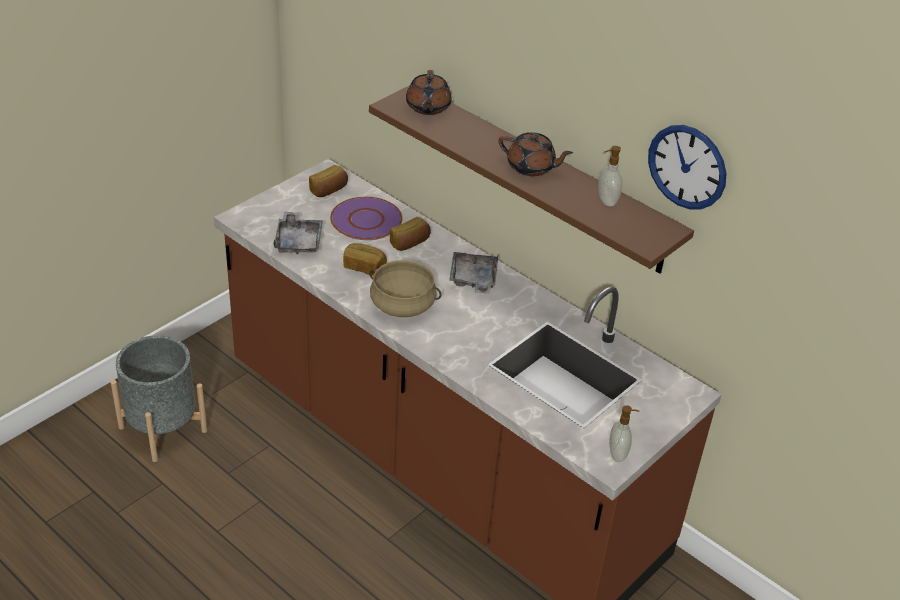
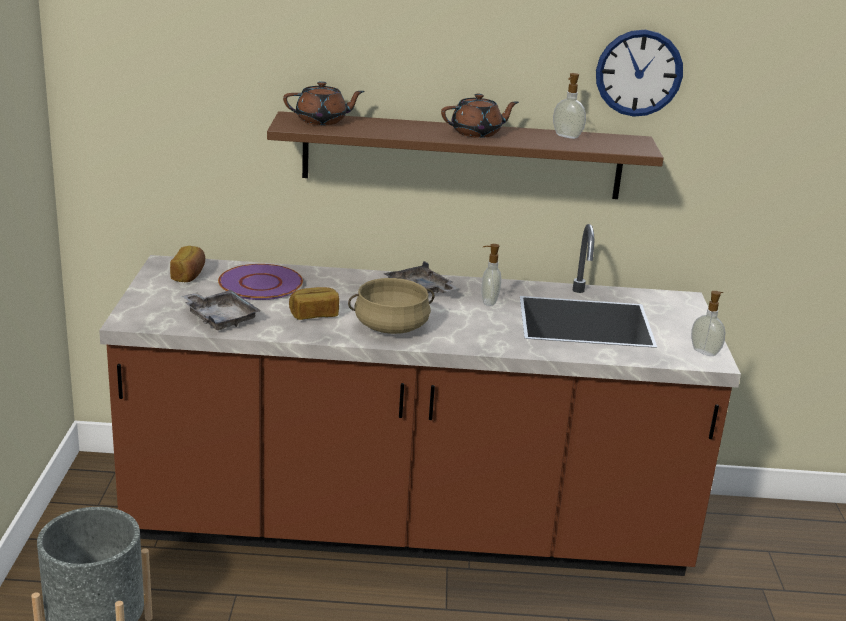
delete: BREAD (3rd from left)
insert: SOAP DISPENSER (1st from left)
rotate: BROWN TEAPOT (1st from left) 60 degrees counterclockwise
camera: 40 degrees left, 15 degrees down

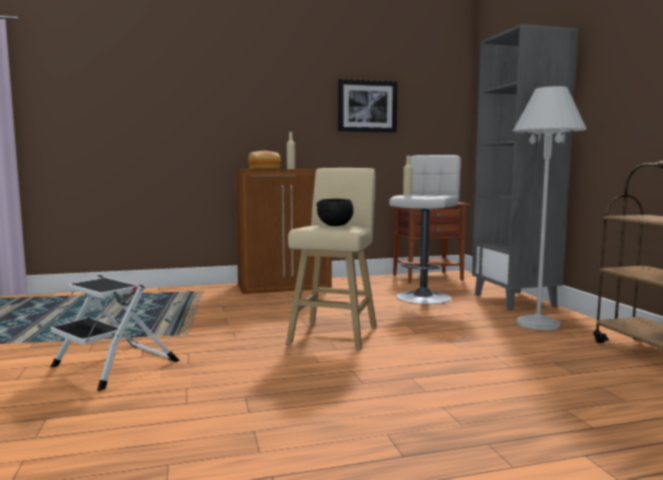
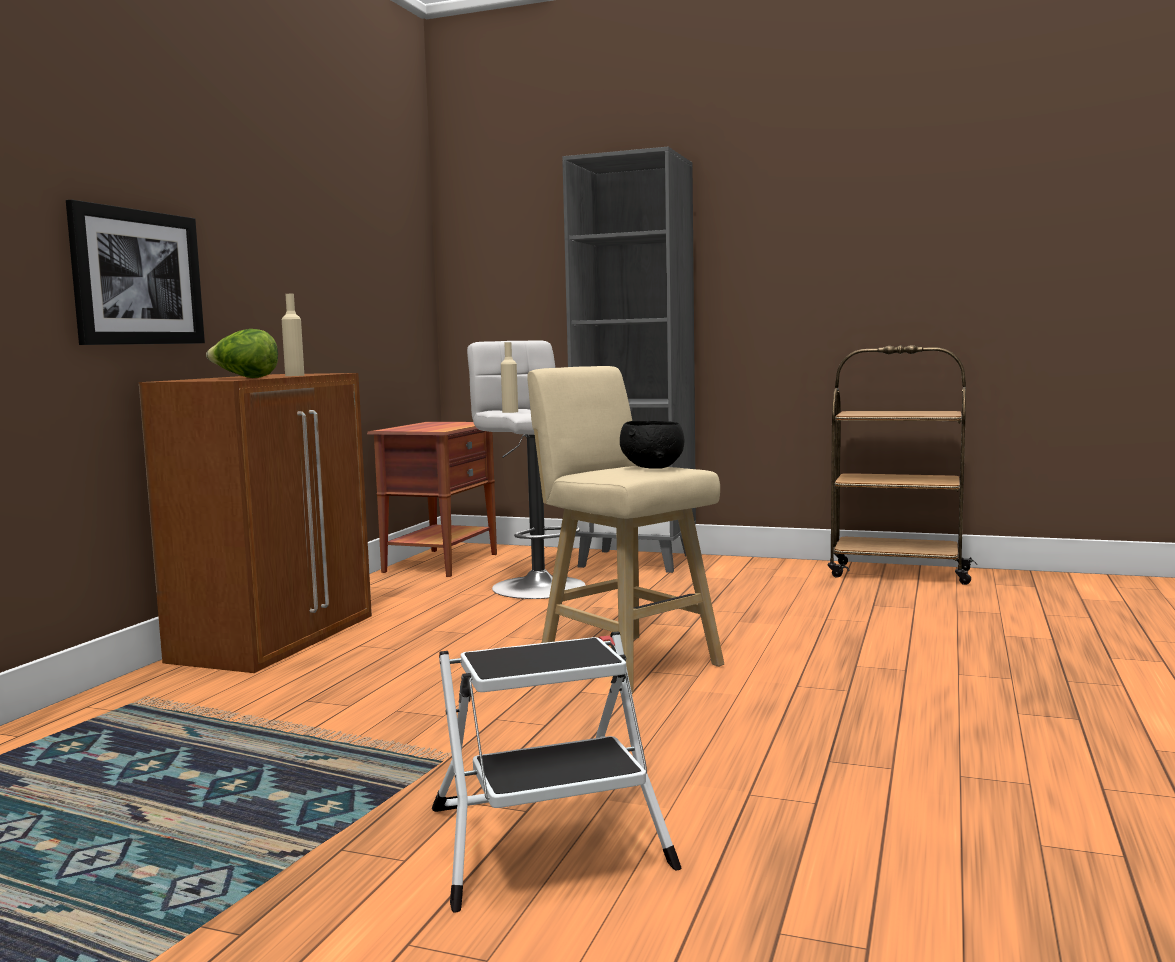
delete: WHITE FLOOR LAMP
move: PICTURE
replace: BREAD to LETTUCE
camera: 55 degrees left, 0 degrees up

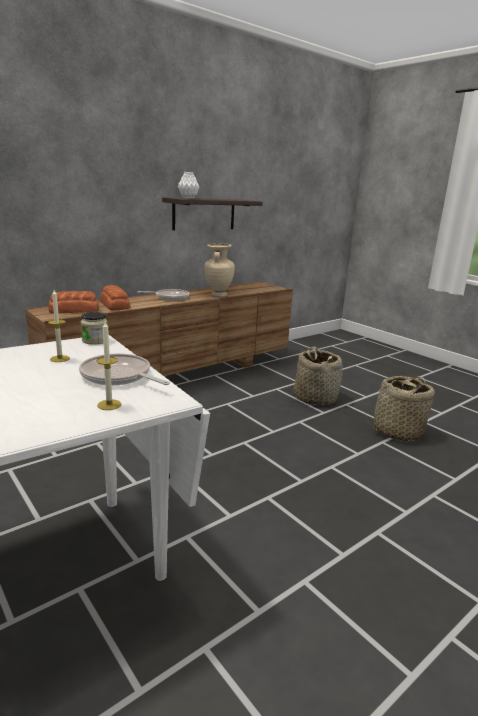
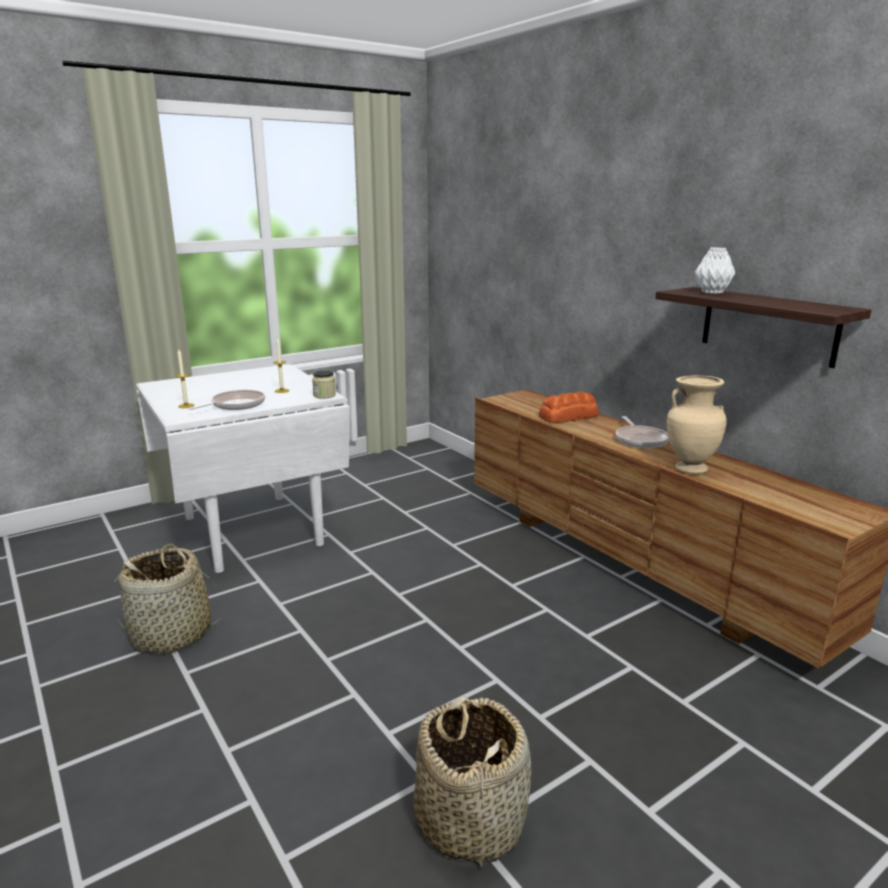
delete: BREAD (1st from left)
move: BASKET (1st from left)
camera: 95 degrees right, 0 degrees up

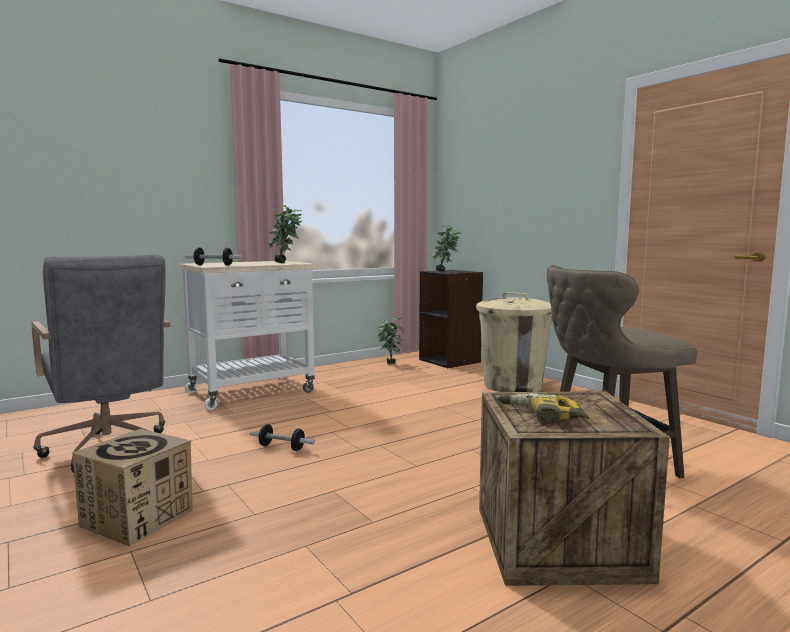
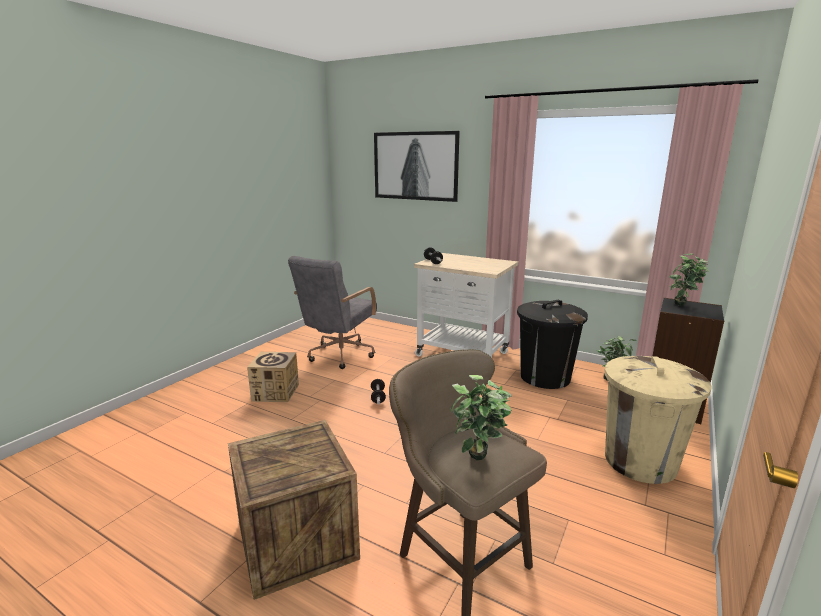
delete: POWER DRILL
insert: PICTURE; BLACK TRASH CAN
move: POTTED PLANT (1st from left)
camera: 65 degrees right, 10 degrees up

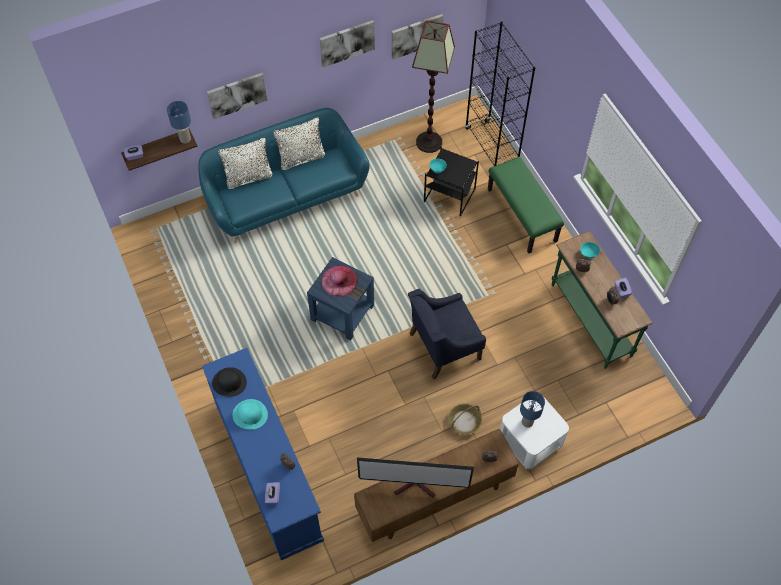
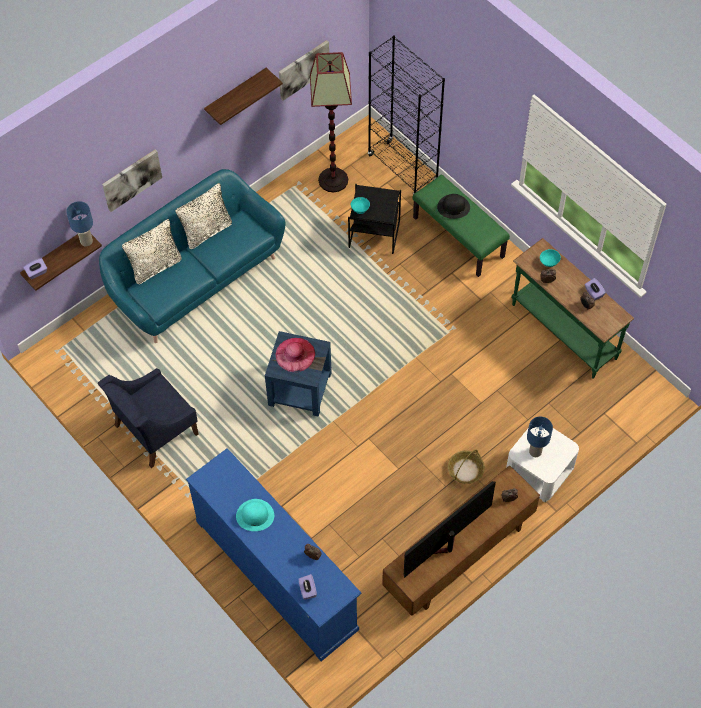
move: BLUE ARMCHAIR; BLACK HAT
replace: PICTURE (2nd from left) to SHELF (2nd from left)
rotate: TELEVISION 150 degrees clockwise
camera: 15 degrees left, 0 degrees up

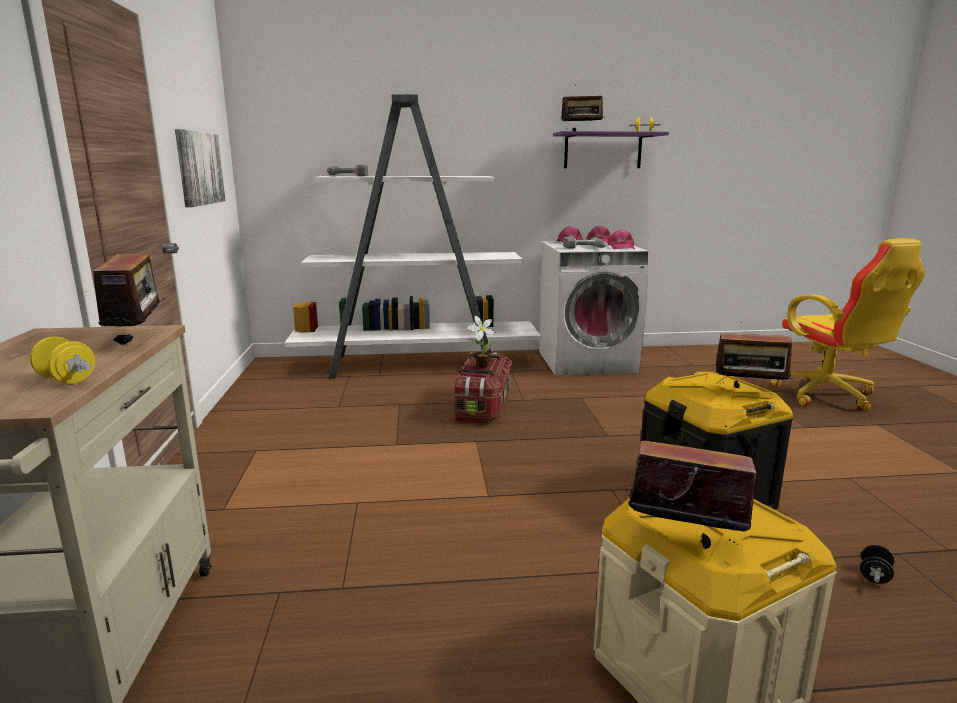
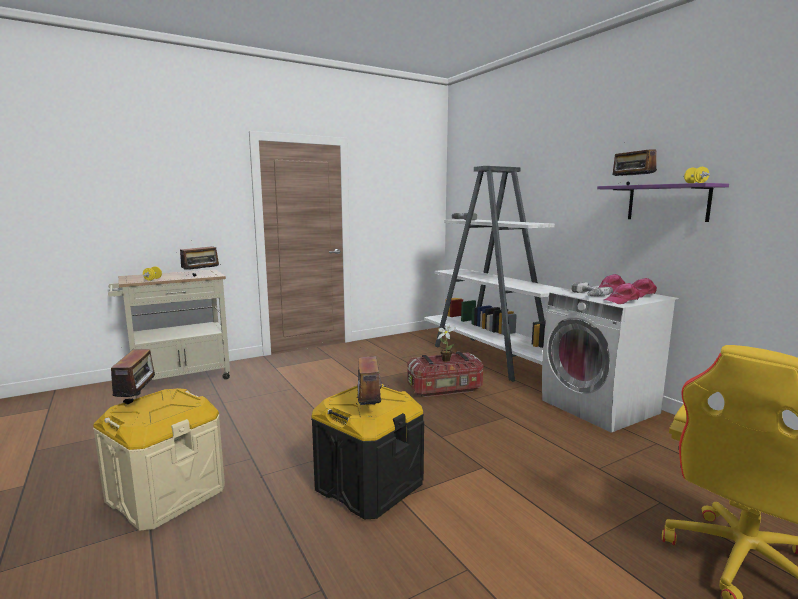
delete: PICTURE; BLACK DUMBBELL
camera: 65 degrees right, 5 degrees down

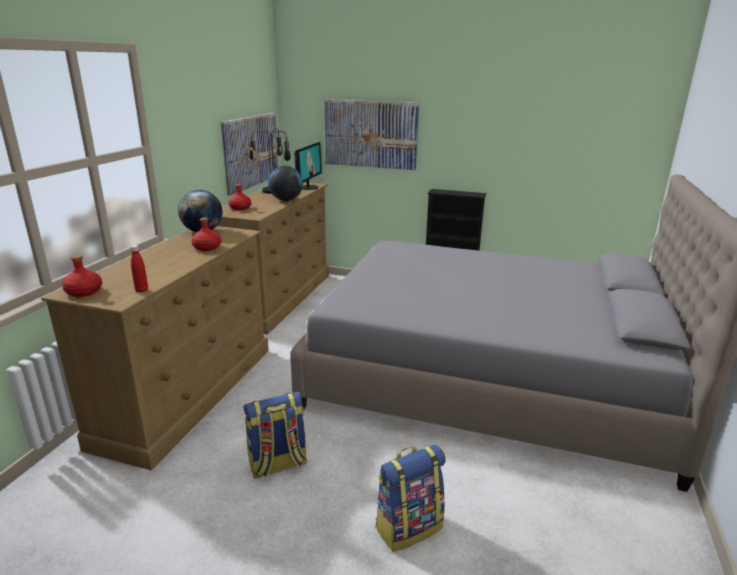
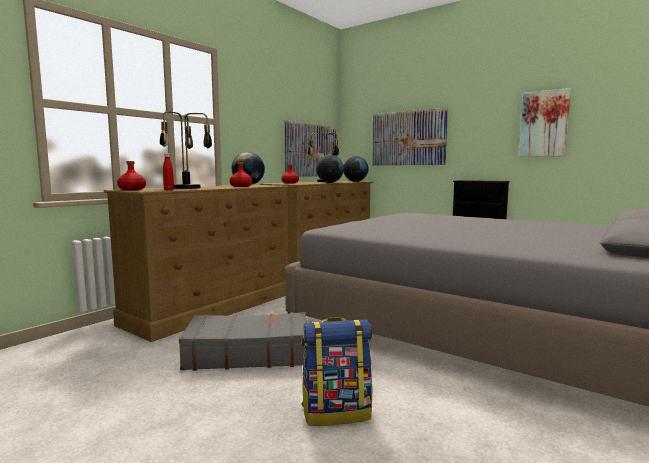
insert: TABLE LAMP (1st from left); PICTURE (3rd from left)
replace: BACKPACK (1st from left) to GREY SUITCASE; MONITOR to GLOBE (3rd from left)
camera: 20 degrees right, 15 degrees down

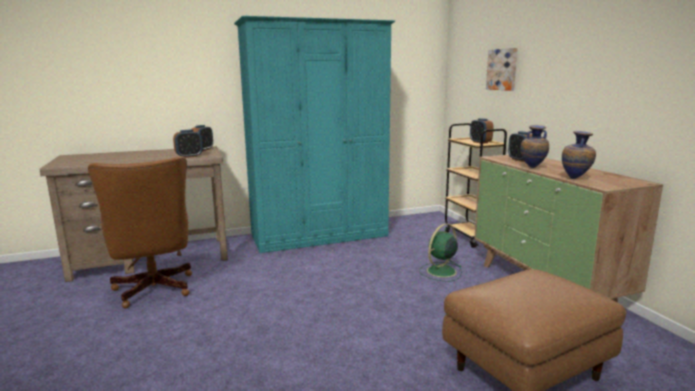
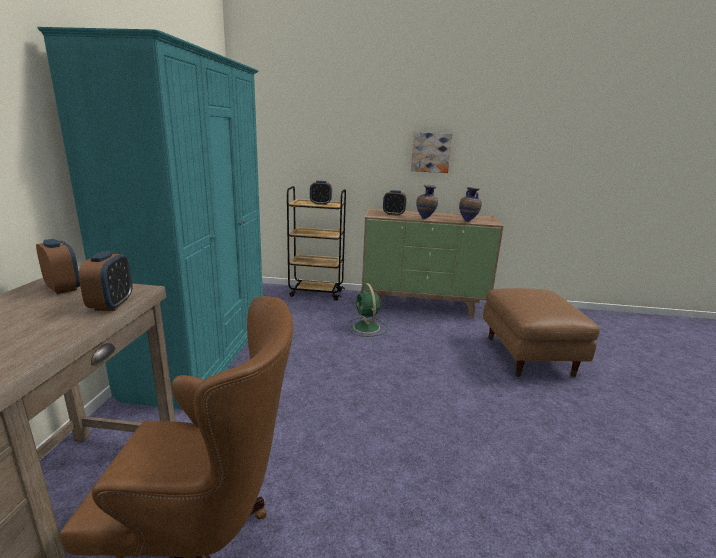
move: PICTURE
camera: 65 degrees left, 5 degrees up

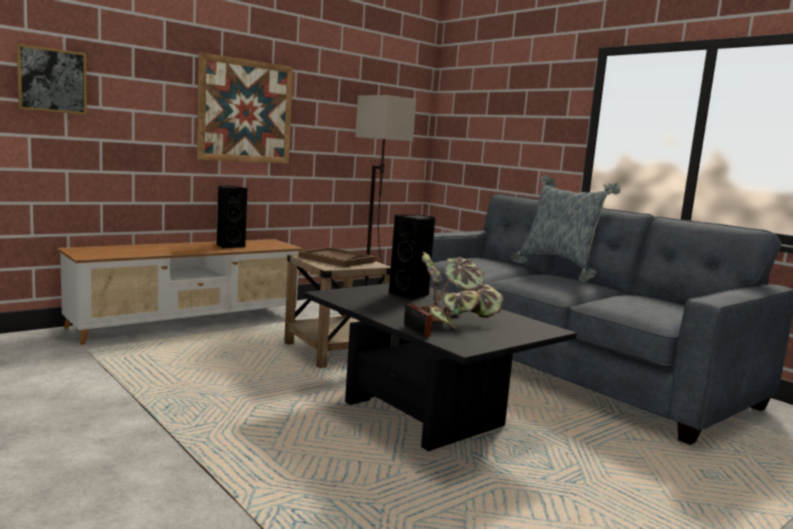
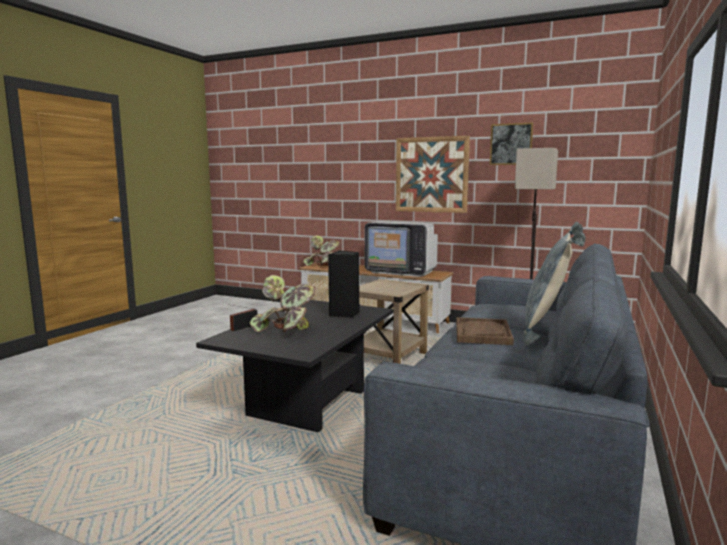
insert: POTTED PLANT (2nd from left)
move: BROWN TRAY; PICTURE (1st from left in the first image) to PICTURE (2nd from left)
replace: BLACK SPEAKER (1st from left) to TELEVISION
camera: 65 degrees right, 0 degrees up

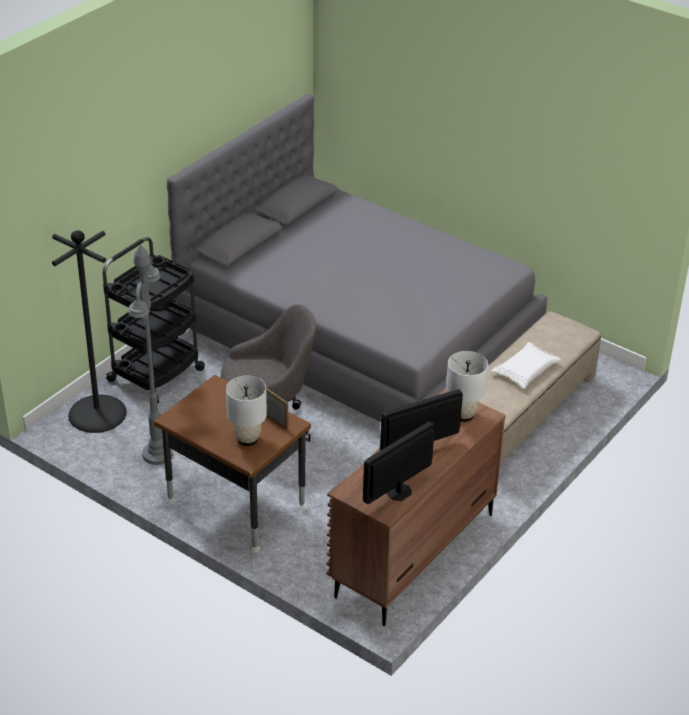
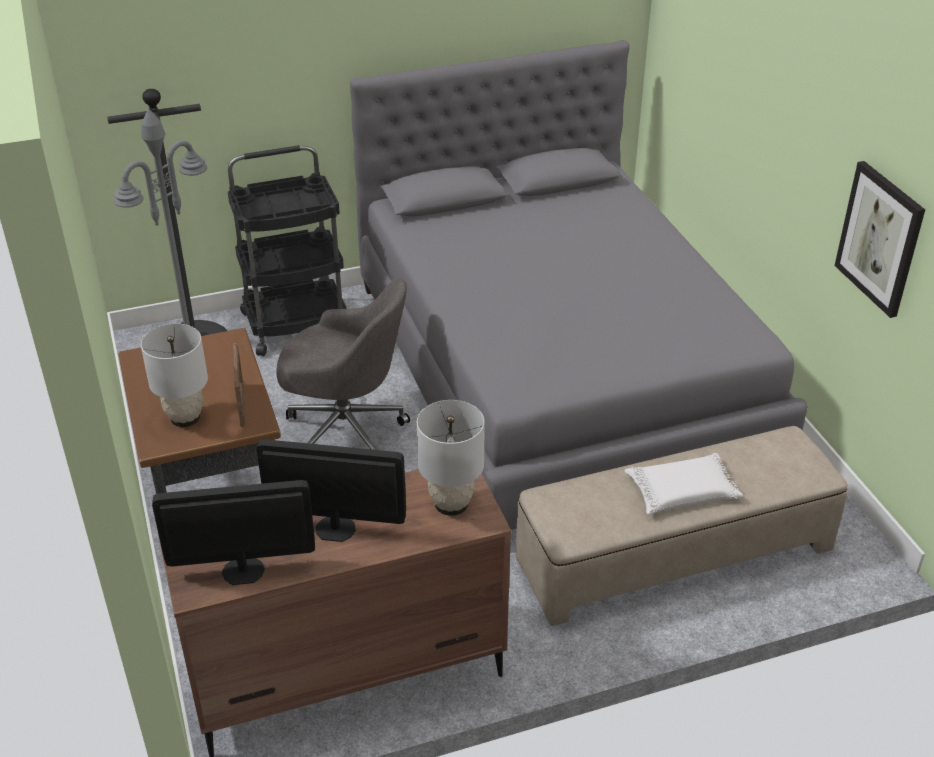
insert: PICTURE
camera: 35 degrees right, 0 degrees up

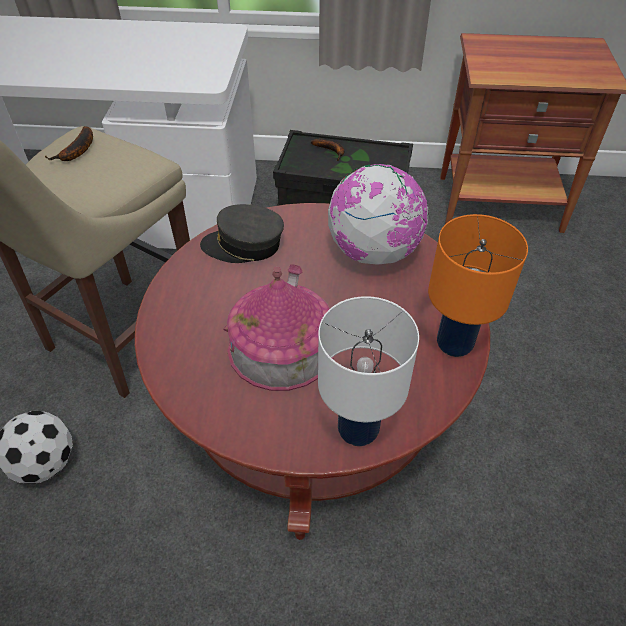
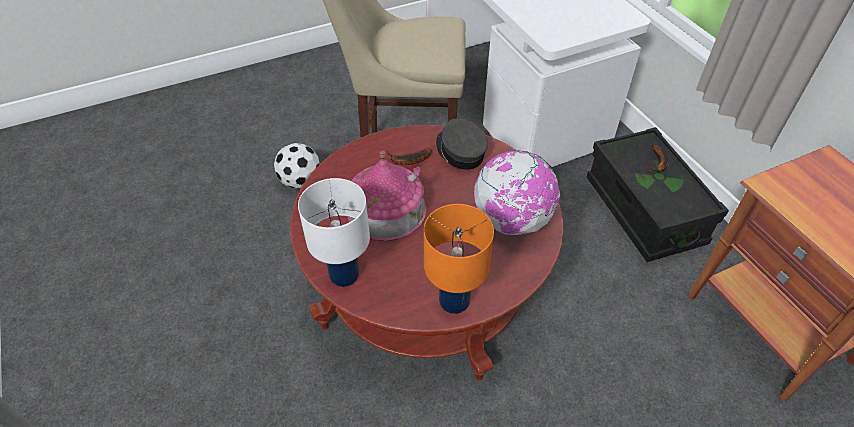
move: BANANA (1st from left)
camera: 60 degrees right, 0 degrees up

